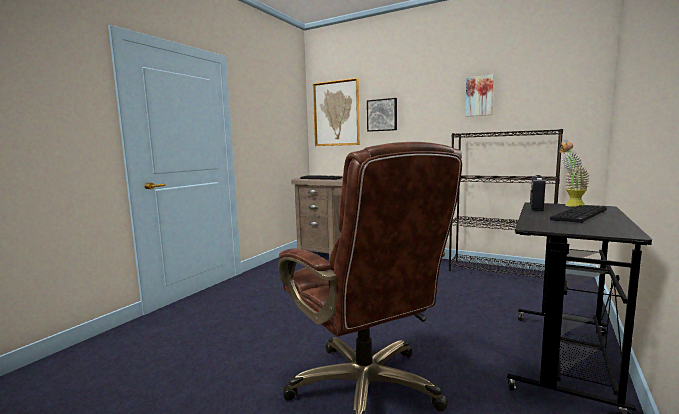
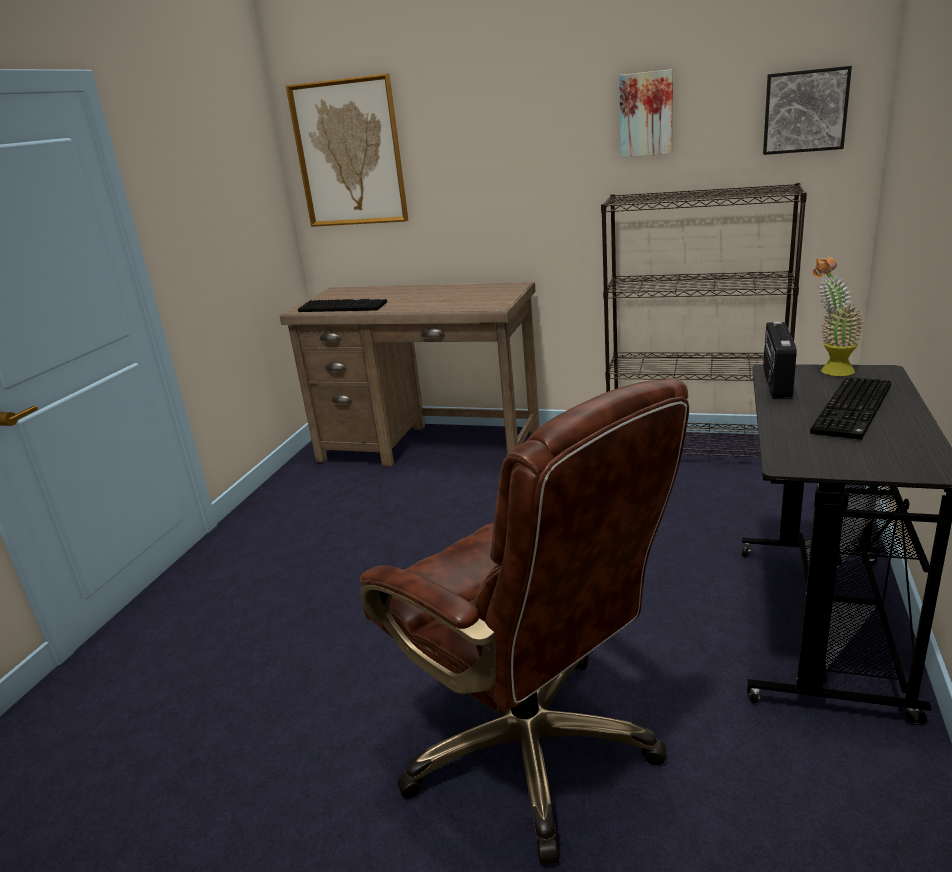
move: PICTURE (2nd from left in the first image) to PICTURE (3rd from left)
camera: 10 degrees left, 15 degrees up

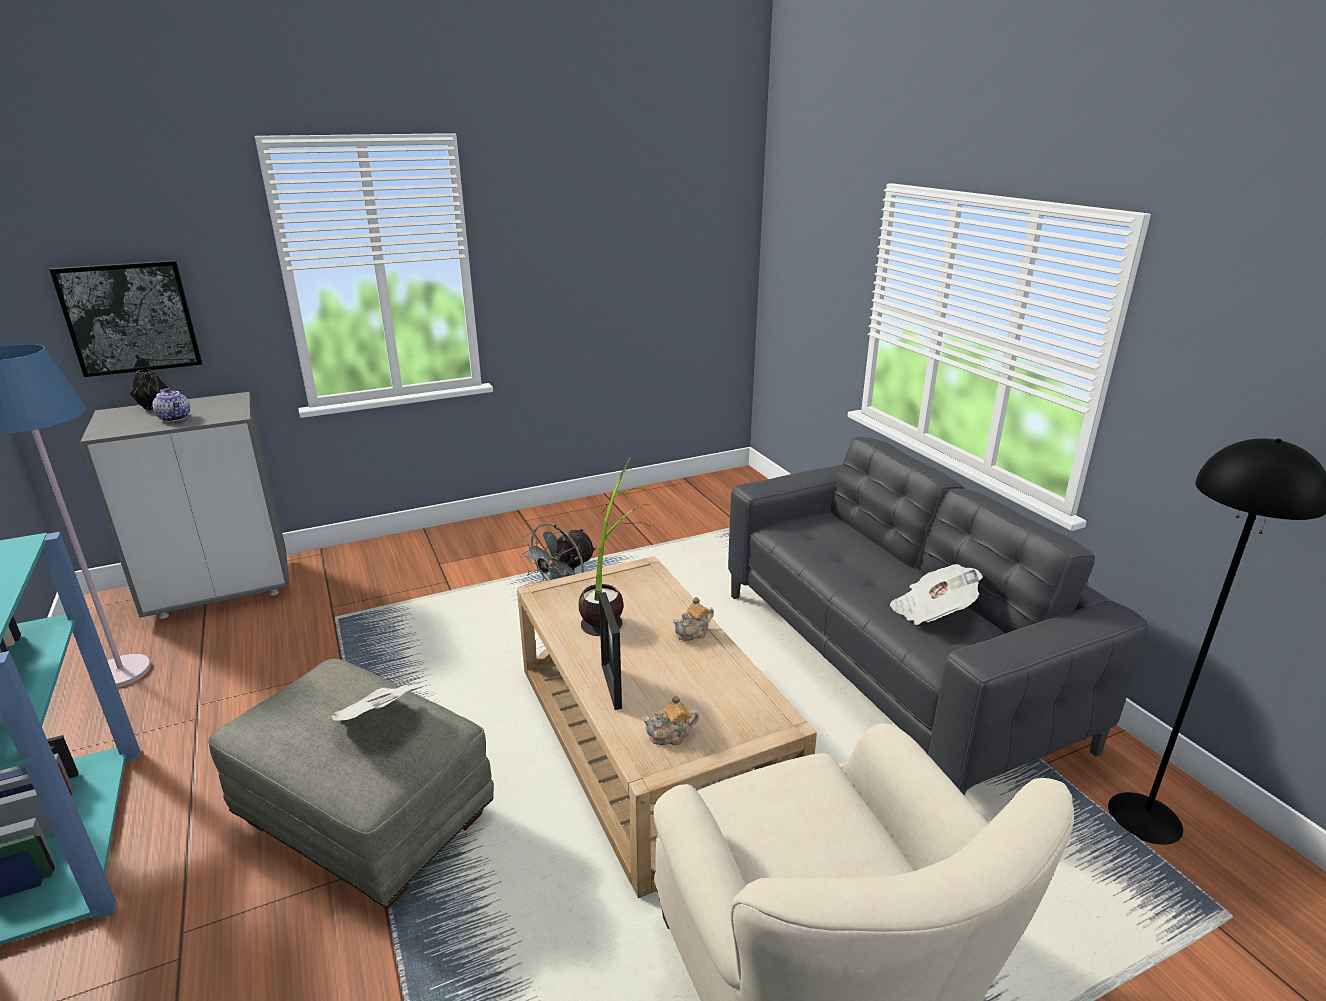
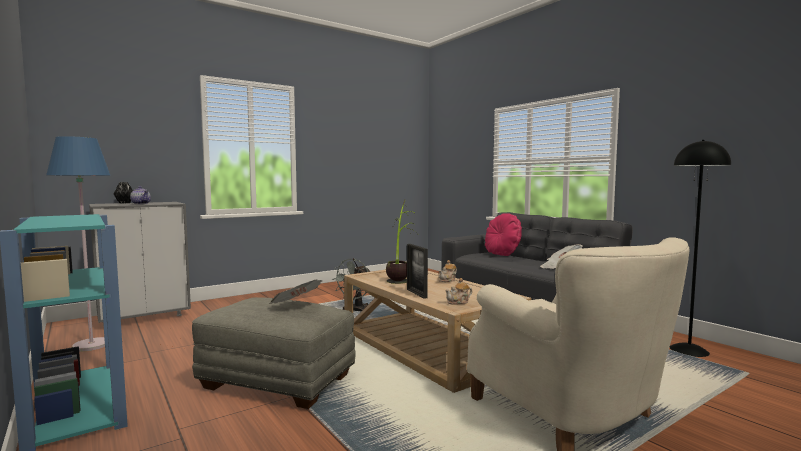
delete: PICTURE
insert: PINK PILLOW
camera: 10 degrees left, 20 degrees down

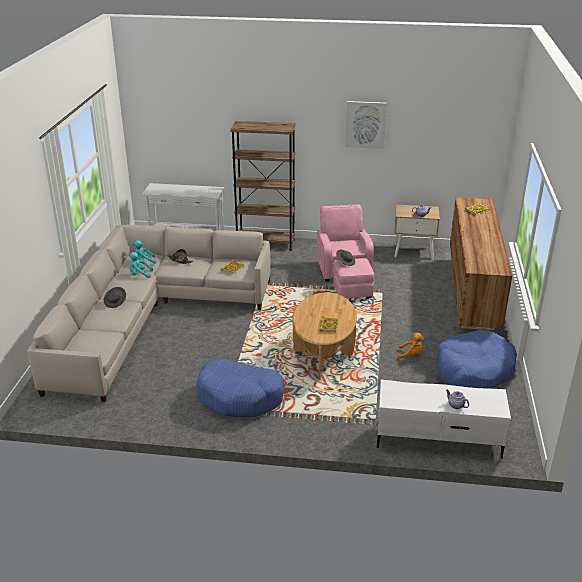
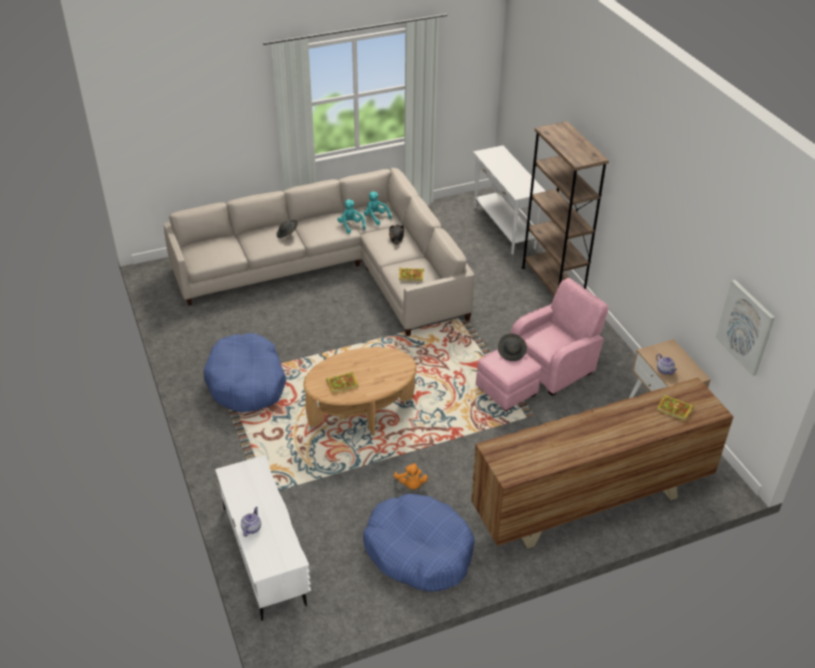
move: PICTURE
camera: 60 degrees right, 10 degrees up

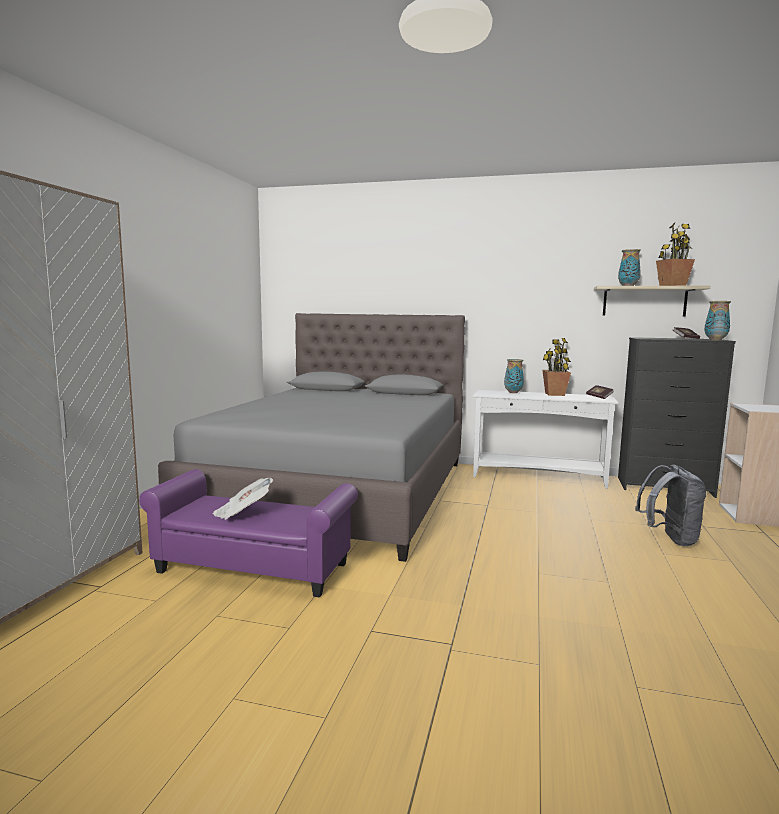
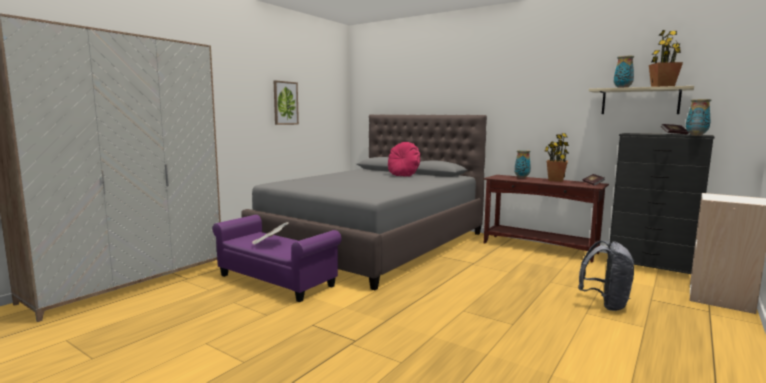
insert: PICTURE; PINK PILLOW
recolor: WHITE CONSOLE TABLE to BROWN CONSOLE TABLE
camera: 20 degrees right, 0 degrees up

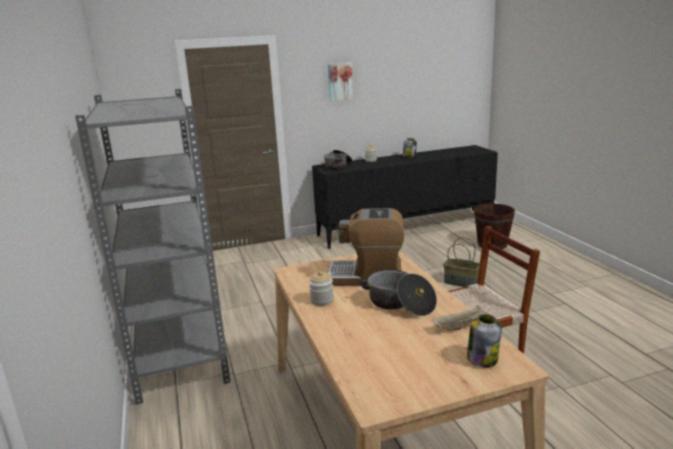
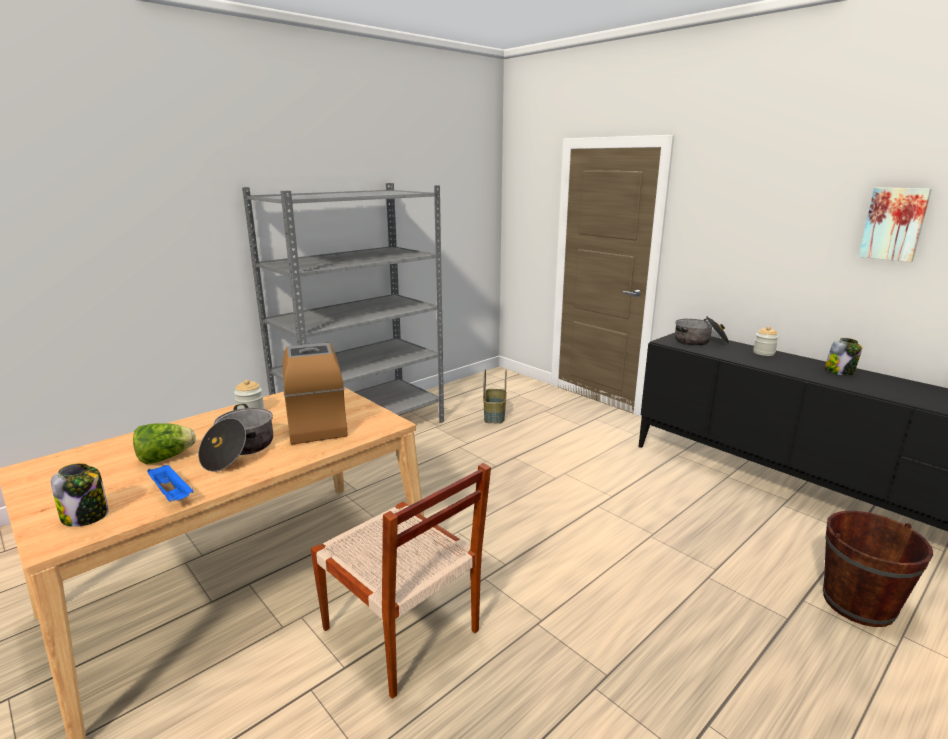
insert: LETTUCE
move: BASKET; PICTURE
recolor: BEIGE TRAY to BLUE TRAY
camera: 65 degrees right, 0 degrees up

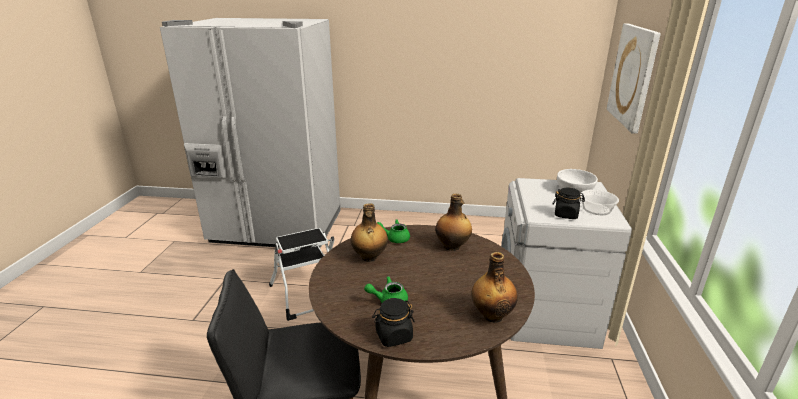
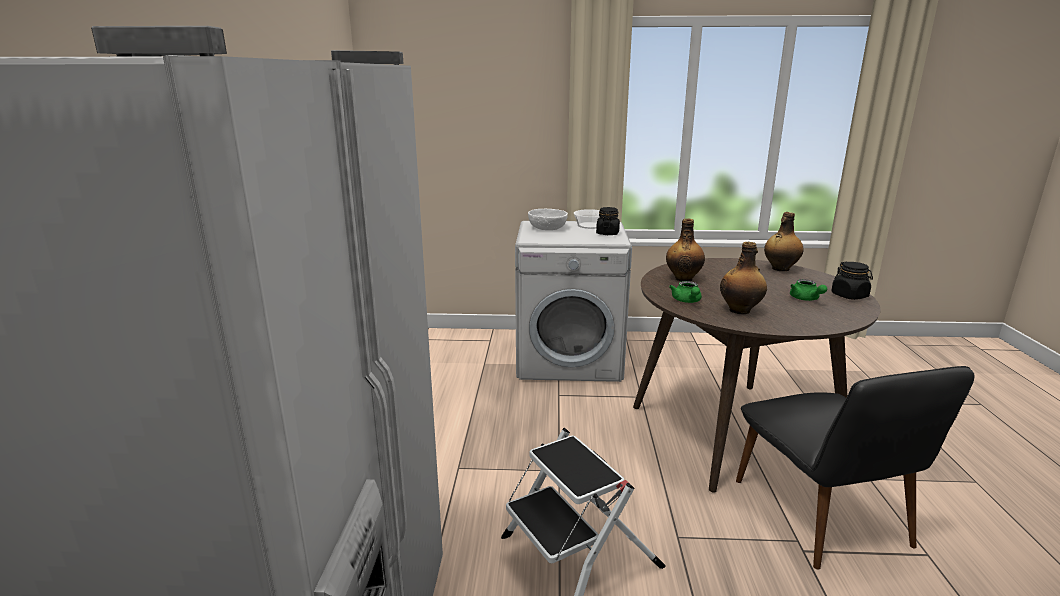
delete: PICTURE
camera: 95 degrees left, 5 degrees down

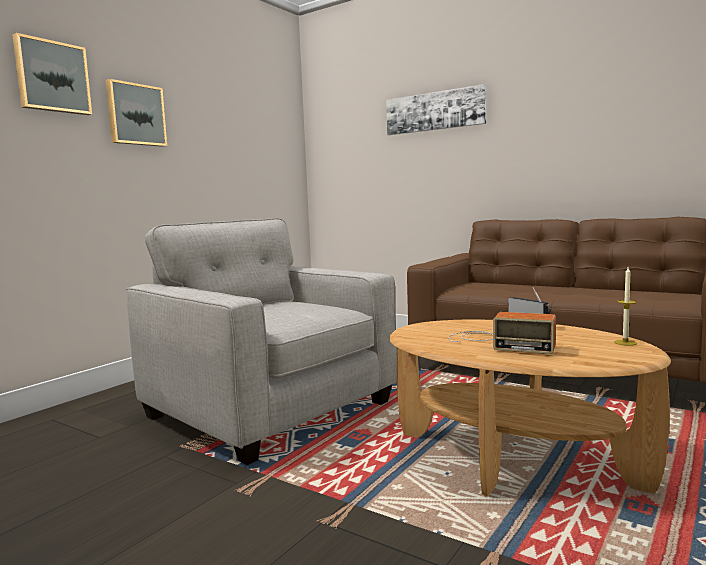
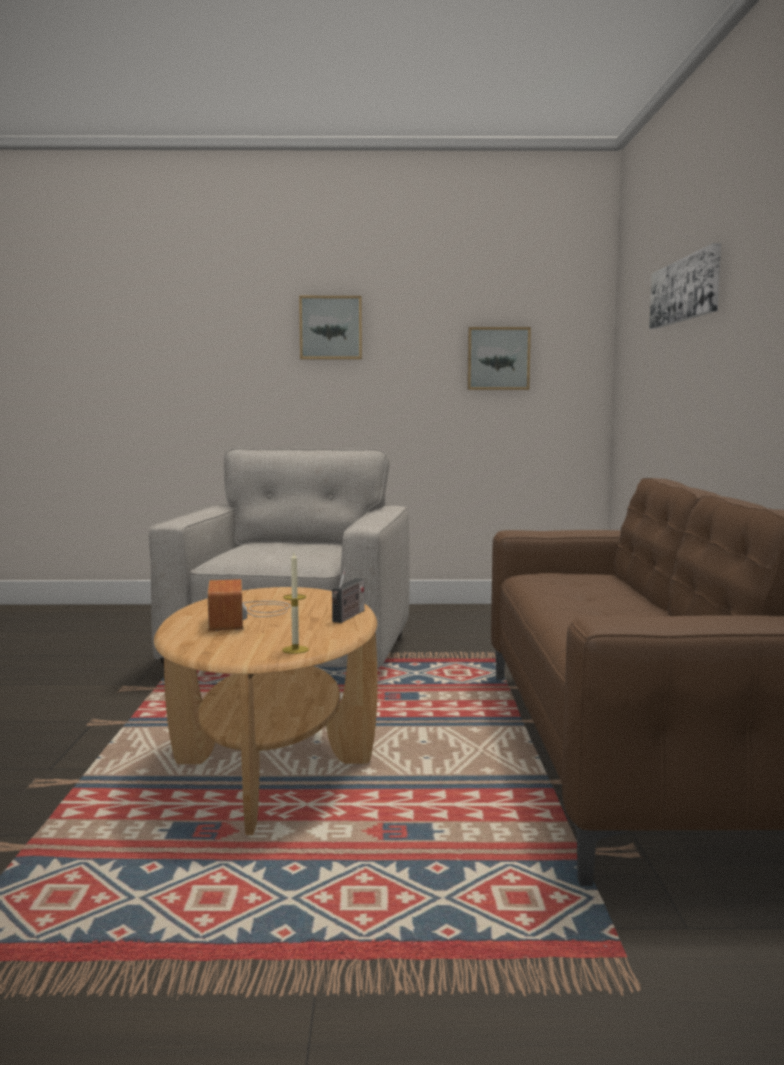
move: PICTURE (1st from left in the first image) to PICTURE (2nd from left)
camera: 55 degrees right, 0 degrees up

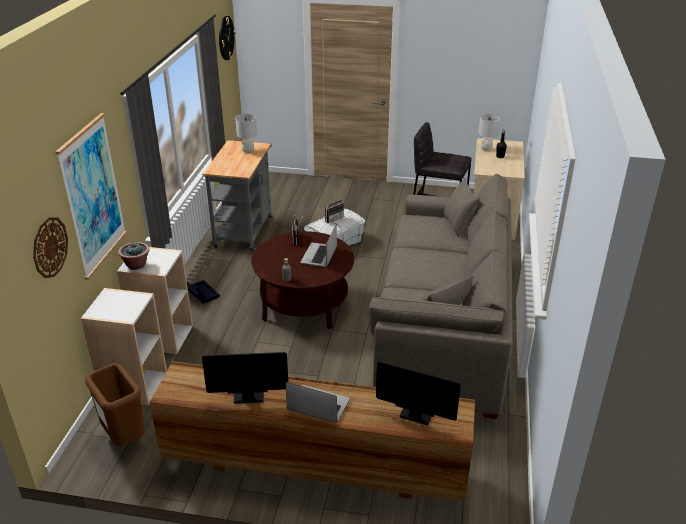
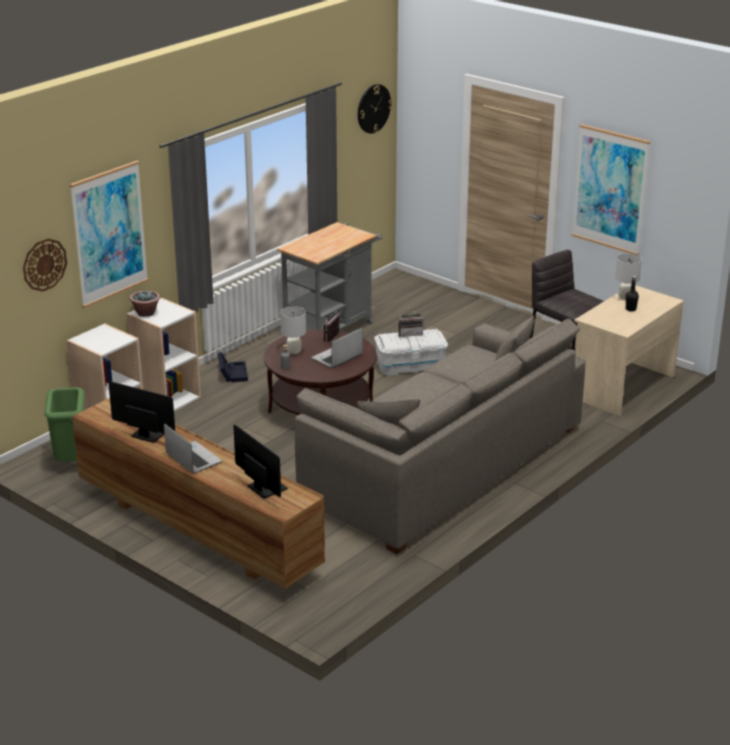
insert: PICTURE (2nd from left)
move: GREY TABLE LAMP (1st from left)
recolor: BROWN TRASH CAN to GREEN TRASH CAN
camera: 30 degrees right, 5 degrees down

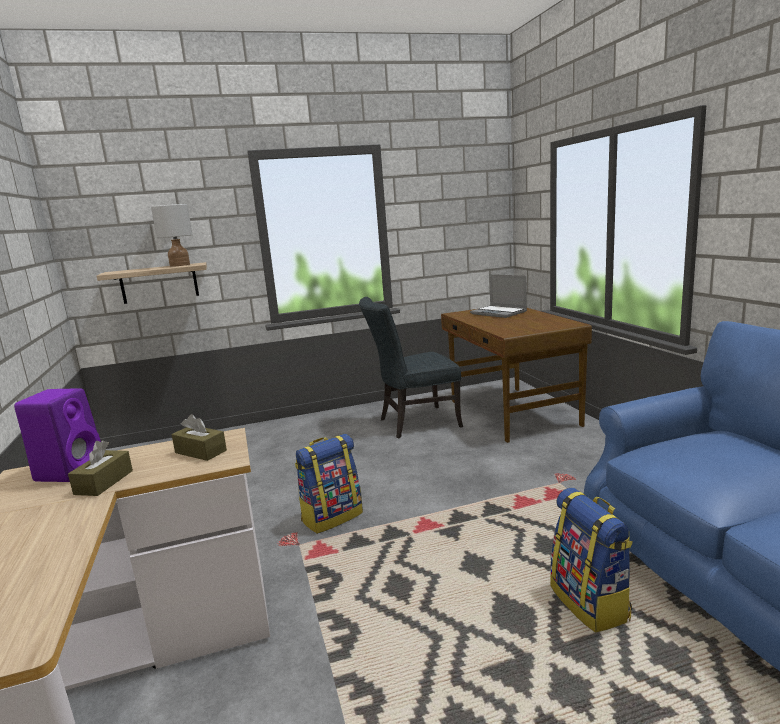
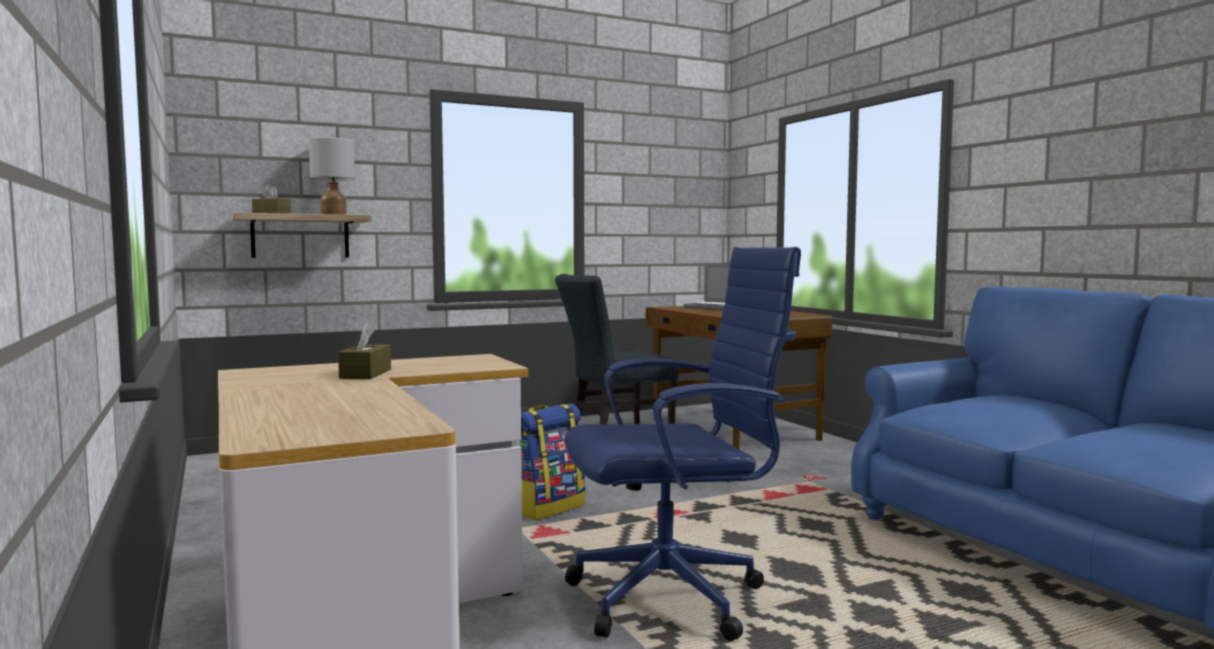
delete: PURPLE SPEAKER; BACKPACK (2nd from left)
insert: BLUE OFFICE CHAIR
move: BROWN TISSUE BOX (2nd from left in the first image) to BROWN TISSUE BOX (1st from left)
camera: 10 degrees left, 10 degrees down

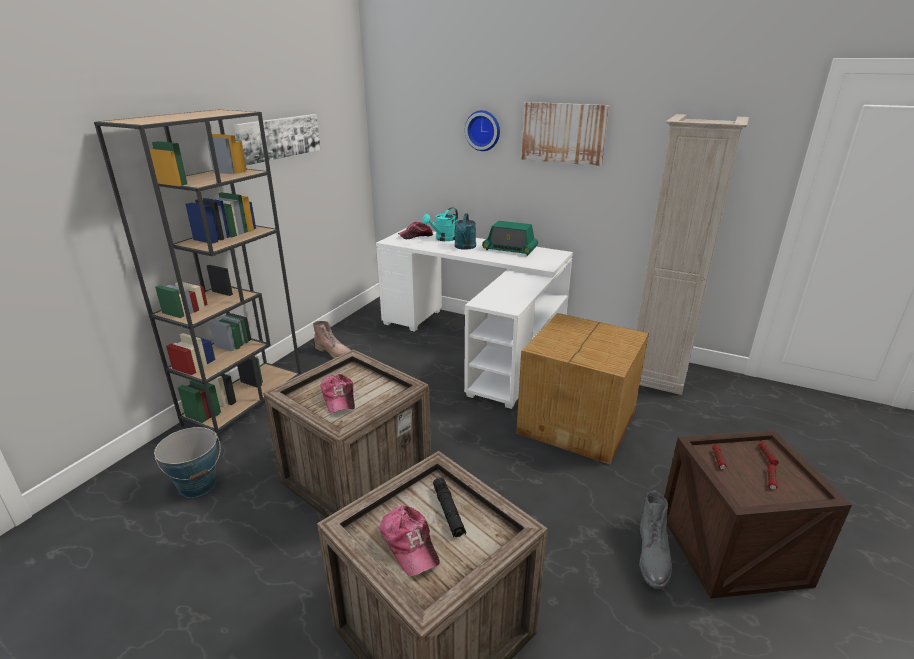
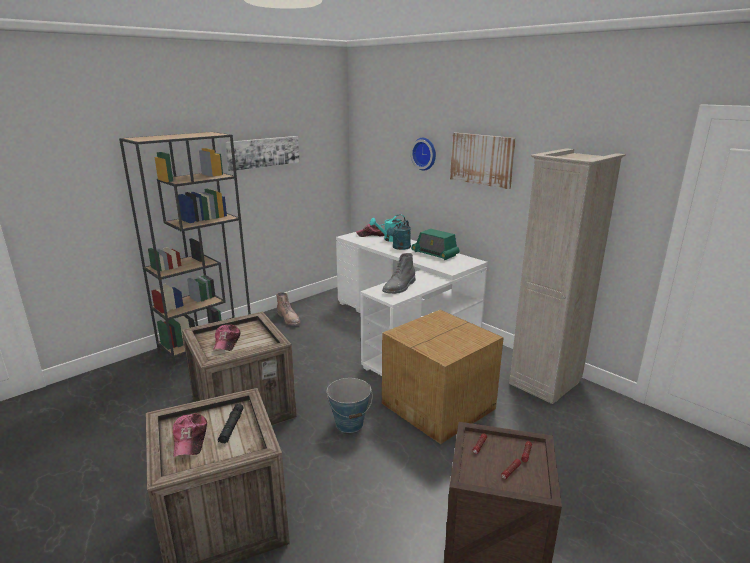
move: BUCKET; GREY BOOT
camera: 20 degrees right, 5 degrees down

